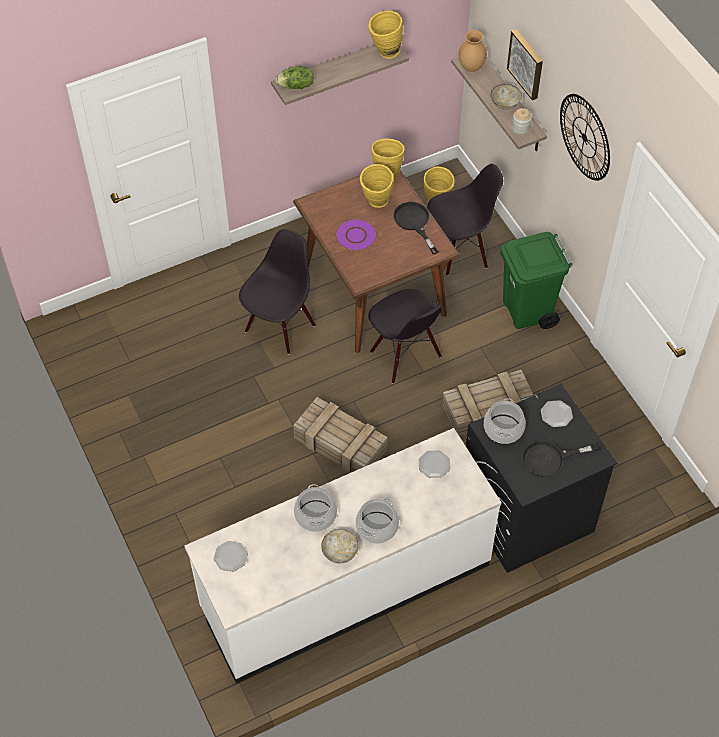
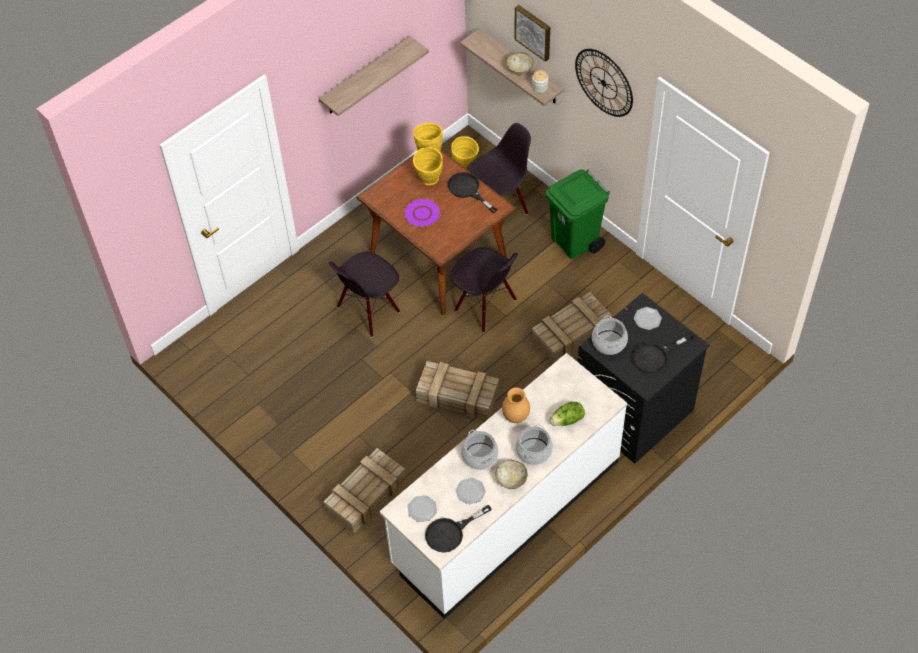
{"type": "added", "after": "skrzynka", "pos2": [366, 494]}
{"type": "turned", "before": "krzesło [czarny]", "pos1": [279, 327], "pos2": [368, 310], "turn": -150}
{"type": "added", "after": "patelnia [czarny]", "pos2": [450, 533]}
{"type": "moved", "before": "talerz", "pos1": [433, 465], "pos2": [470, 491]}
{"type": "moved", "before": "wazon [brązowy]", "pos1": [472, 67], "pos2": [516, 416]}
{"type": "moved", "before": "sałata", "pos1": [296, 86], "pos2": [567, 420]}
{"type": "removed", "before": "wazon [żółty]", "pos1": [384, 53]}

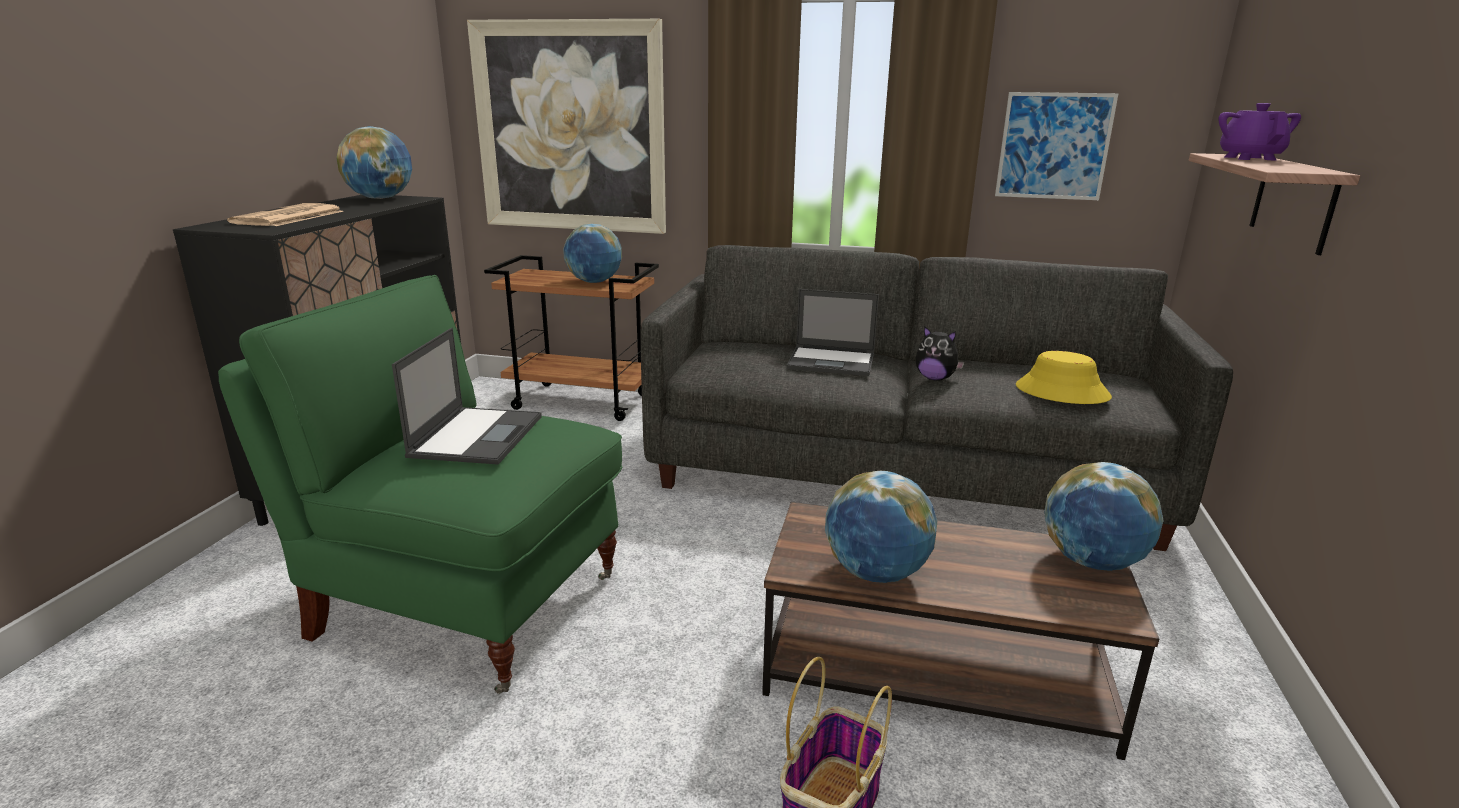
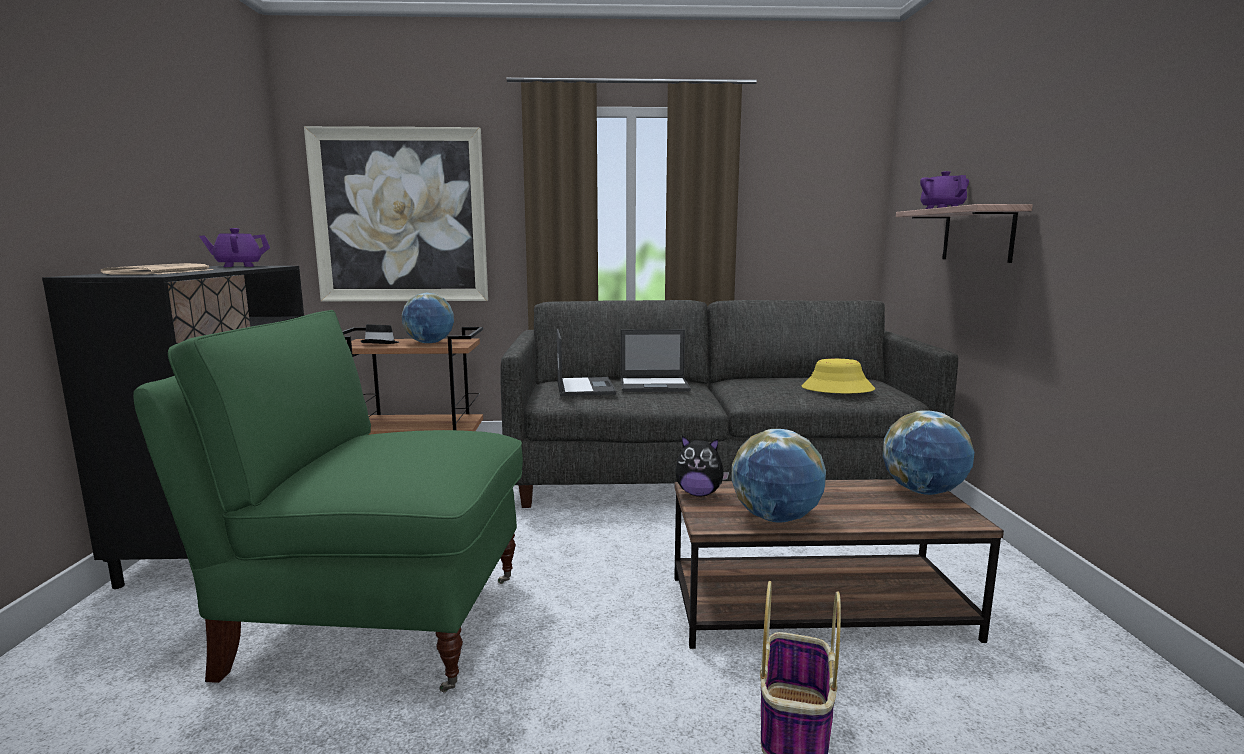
{"type": "replaced", "before": "globus", "after": "imbryk [fioletowy]", "pos1": [380, 198], "pos2": [238, 266]}
{"type": "added", "after": "kapelusz [czarny]", "pos2": [381, 343]}
{"type": "moved", "before": "laptop", "pos1": [477, 435], "pos2": [584, 387]}
{"type": "moved", "before": "pluszak", "pos1": [935, 378], "pos2": [699, 493]}
{"type": "removed", "before": "obraz", "pos1": [1054, 146]}

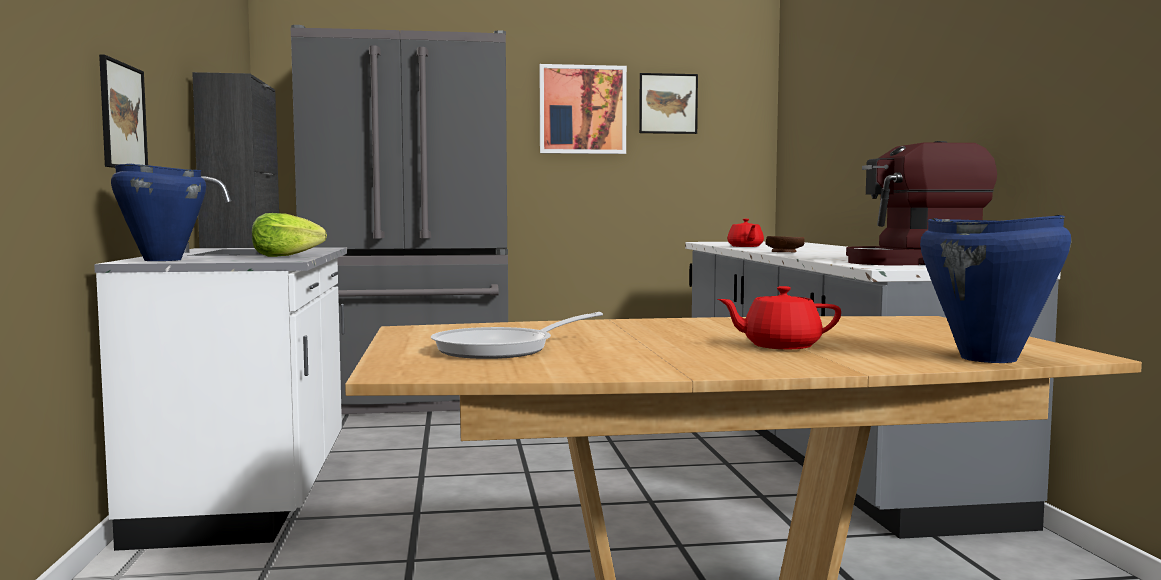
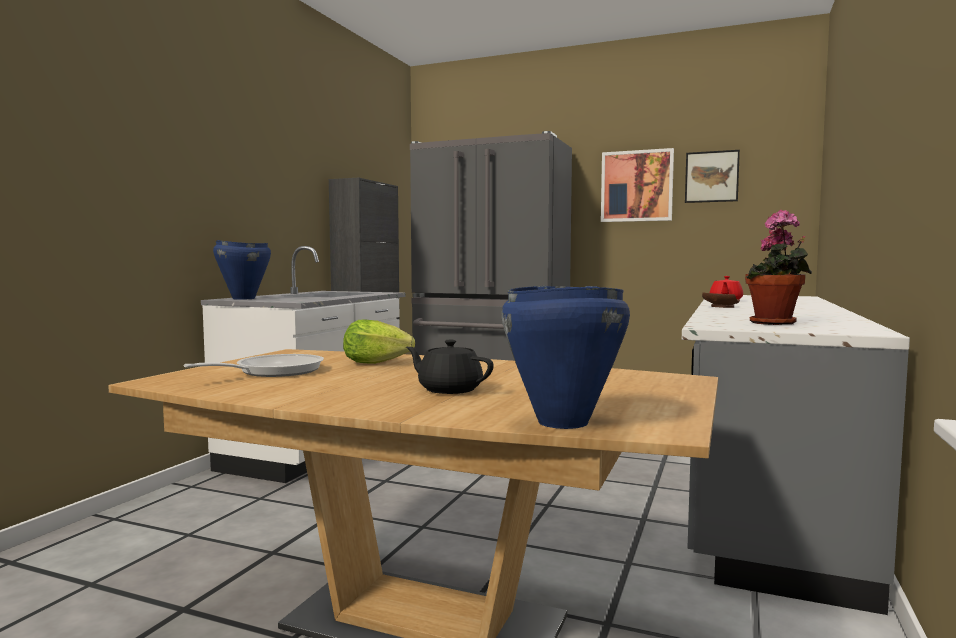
{"type": "turned", "before": "patelnia", "pos1": [503, 349], "pos2": [272, 372], "turn": 135}
{"type": "moved", "before": "sałata", "pos1": [285, 256], "pos2": [375, 363]}
{"type": "recoloured", "before": "imbryk [czerwony]", "after": "imbryk [czarny]", "pos1": [780, 346], "pos2": [449, 390]}
{"type": "replaced", "before": "ekspres do kawy", "after": "roślina doniczkowa", "pos1": [915, 262], "pos2": [775, 323]}
{"type": "removed", "before": "obraz", "pos1": [122, 116]}

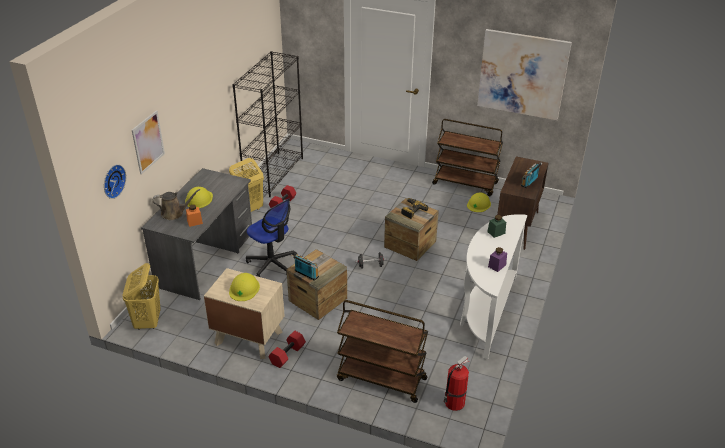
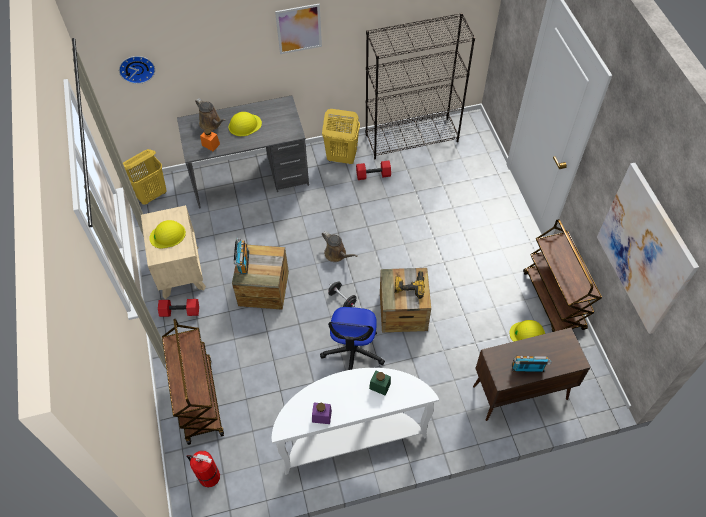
{"type": "moved", "before": "obraz", "pos1": [148, 142], "pos2": [299, 29]}
{"type": "moved", "before": "krzesło biurowe", "pos1": [272, 264], "pos2": [353, 352]}
{"type": "added", "after": "konewka [brązowy]", "pos2": [337, 254]}

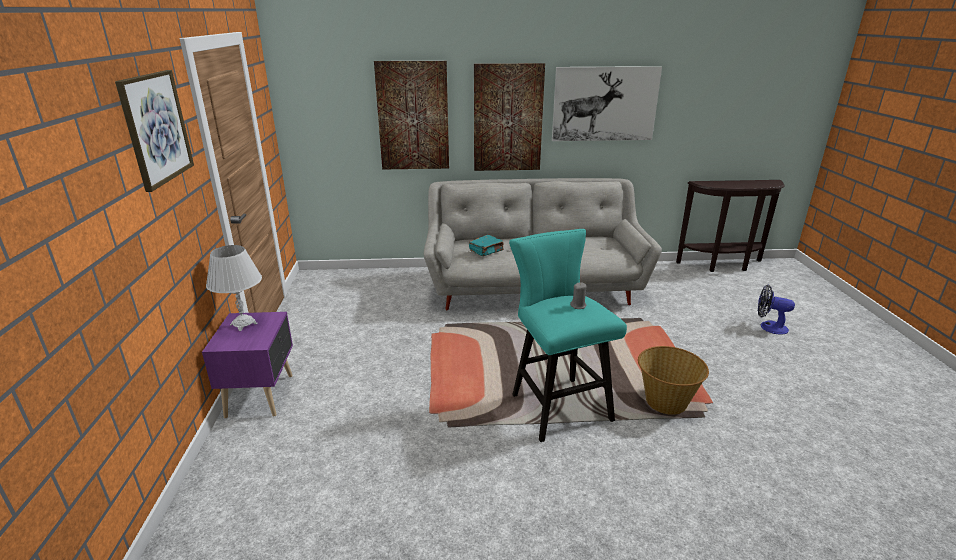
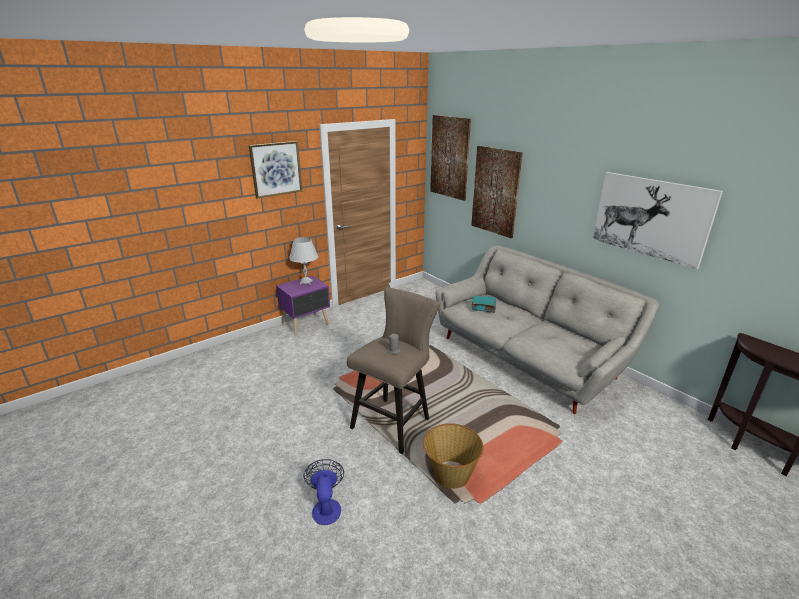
{"type": "moved", "before": "wentylator", "pos1": [768, 327], "pos2": [326, 506]}
{"type": "recoloured", "before": "stołek [turkusowy]", "after": "stołek [beżowy]", "pos1": [556, 404], "pos2": [394, 421]}
{"type": "moved", "before": "obraz", "pos1": [508, 118], "pos2": [450, 157]}

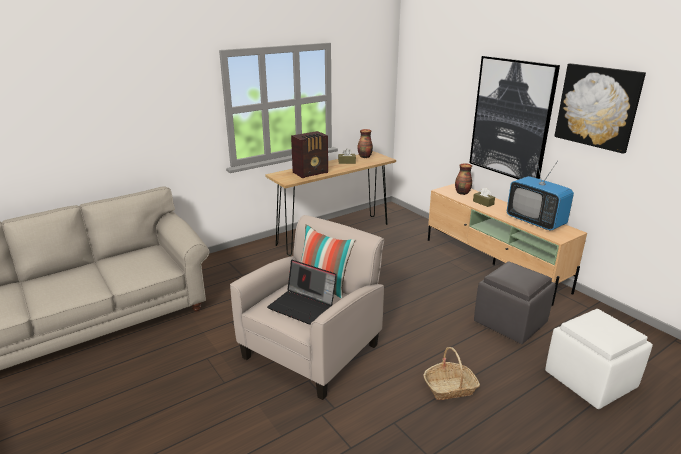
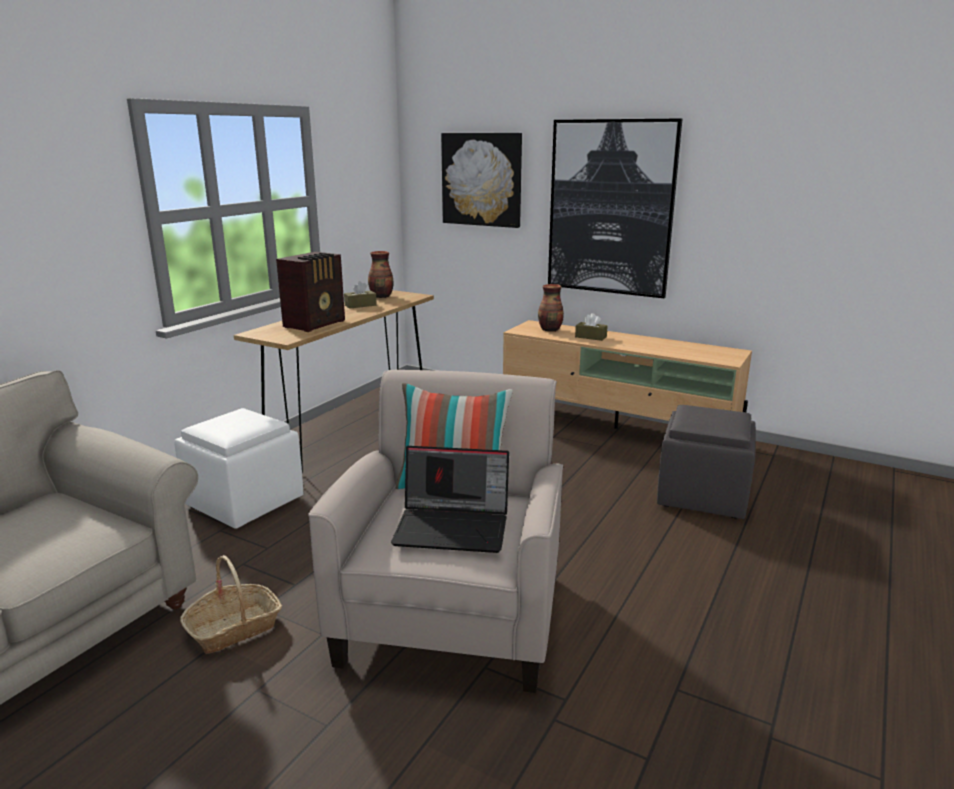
{"type": "moved", "before": "pufa [biały]", "pos1": [590, 379], "pos2": [245, 501]}
{"type": "moved", "before": "koszyk", "pos1": [450, 388], "pos2": [234, 628]}
{"type": "moved", "before": "obraz", "pos1": [597, 107], "pos2": [482, 179]}
{"type": "removed", "before": "telewizor", "pos1": [535, 222]}

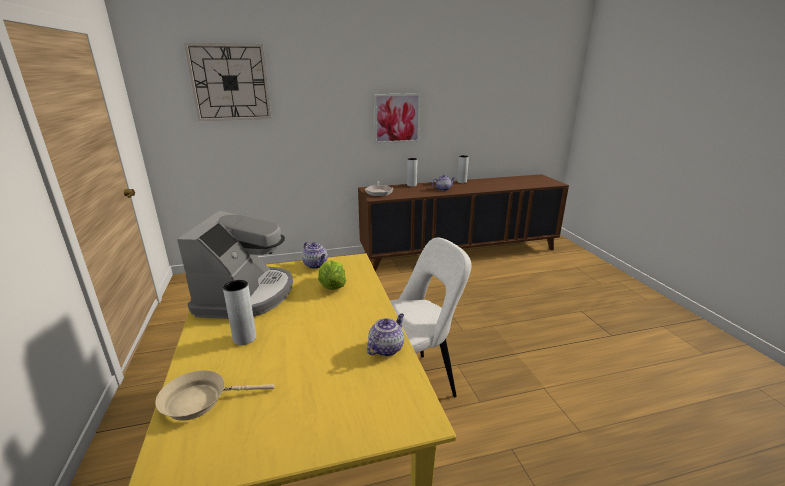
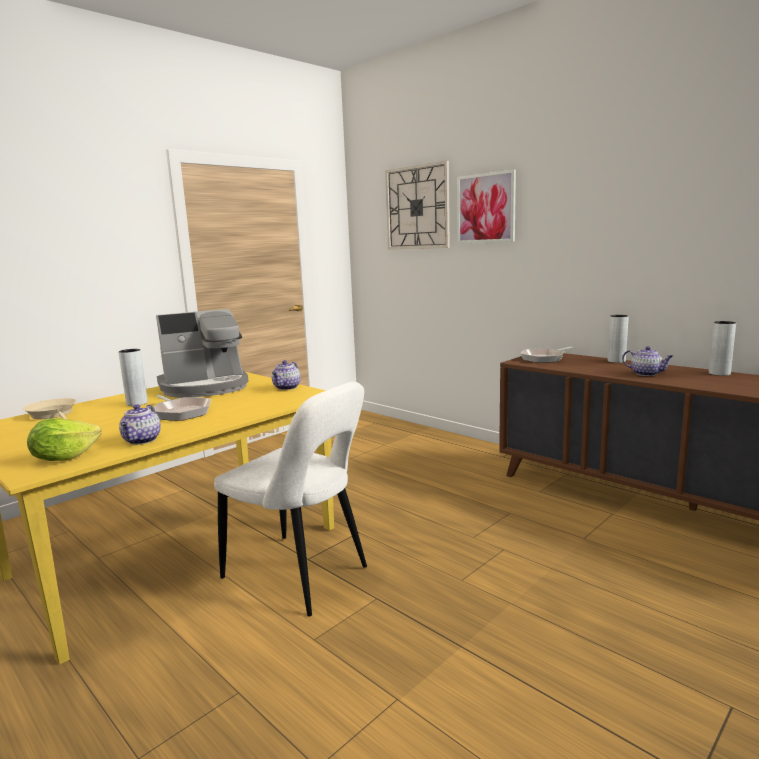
{"type": "moved", "before": "sałata", "pos1": [332, 286], "pos2": [64, 458]}
{"type": "turned", "before": "imbryk", "pos1": [386, 348], "pos2": [142, 440], "turn": 90}
{"type": "added", "after": "patelnia", "pos2": [181, 412]}
{"type": "moved", "before": "obraz", "pos1": [397, 118], "pos2": [486, 208]}

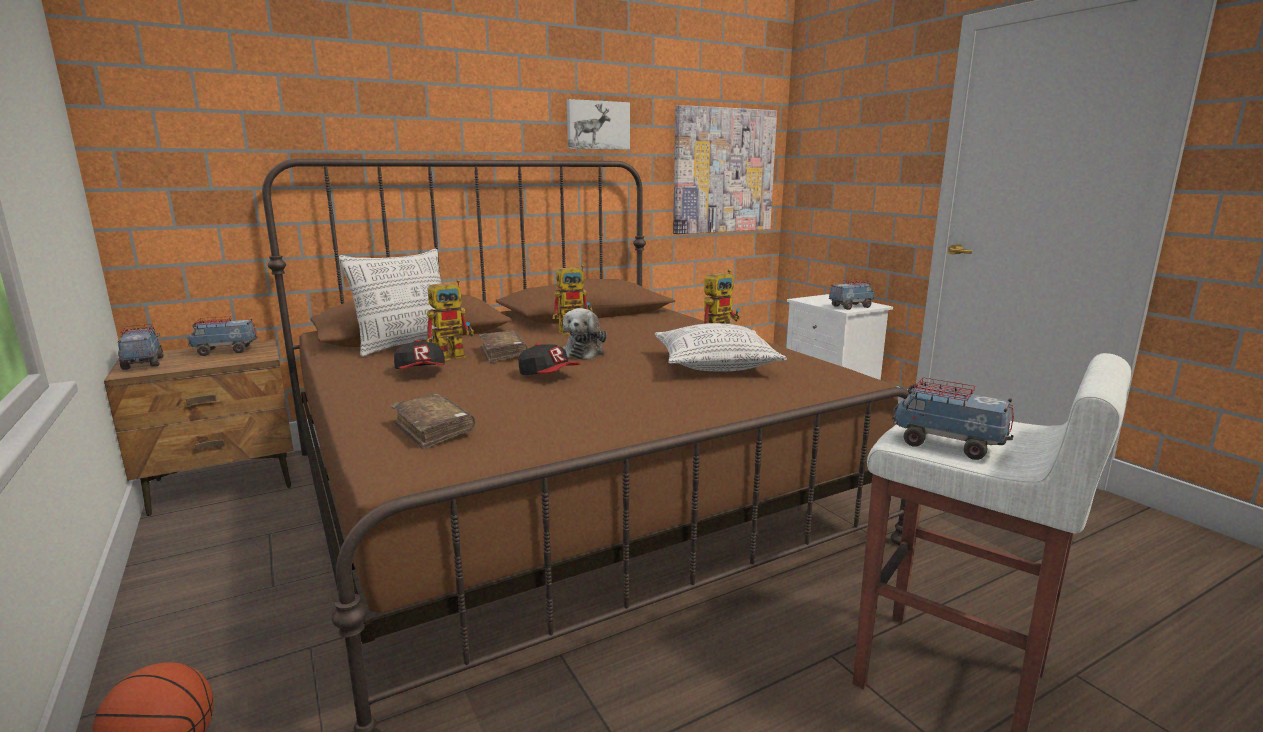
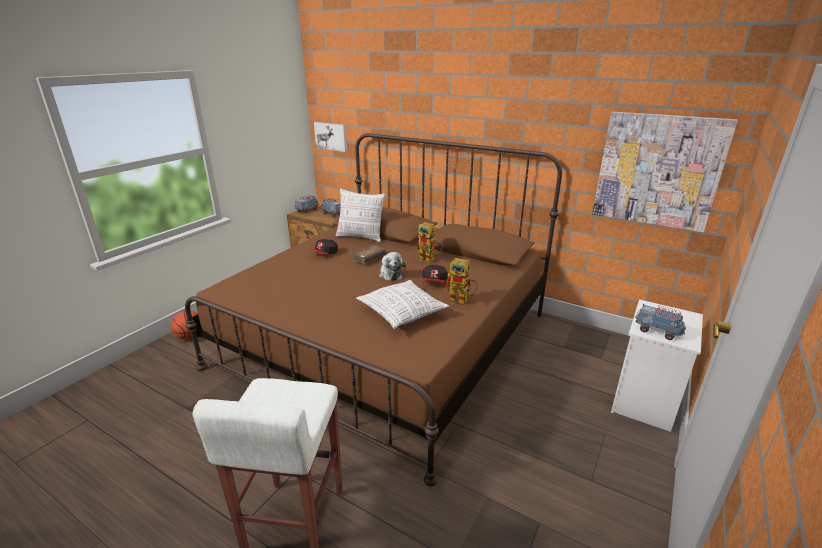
{"type": "moved", "before": "obraz", "pos1": [597, 125], "pos2": [331, 136]}
{"type": "turned", "before": "pluszak", "pos1": [584, 352], "pos2": [390, 274], "turn": -90}
{"type": "moved", "before": "czapka z daszkiem", "pos1": [548, 376], "pos2": [434, 282]}
{"type": "removed", "before": "książka [brązowy]", "pos1": [433, 430]}
{"type": "removed", "before": "robot zabawkowy", "pos1": [455, 355]}
{"type": "removed", "before": "ciężarówka zabawkowa", "pos1": [947, 445]}

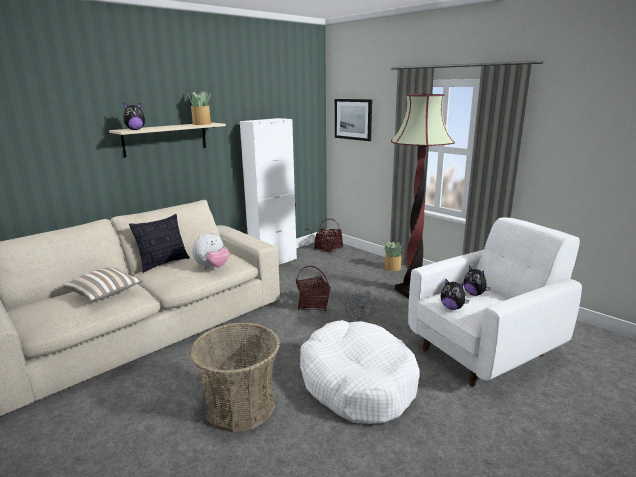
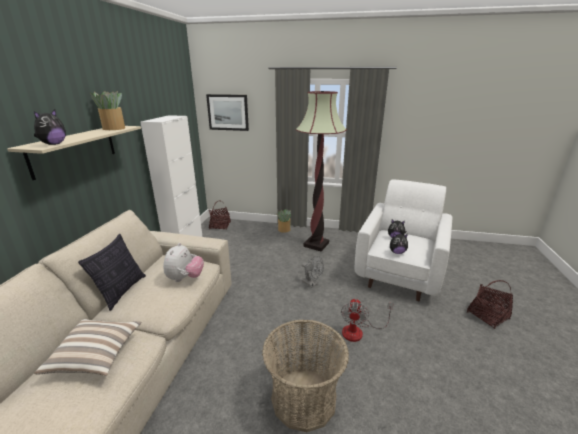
{"type": "replaced", "before": "legowisko [biały]", "after": "wentylator", "pos1": [357, 382], "pos2": [358, 331]}
{"type": "moved", "before": "koszyk", "pos1": [313, 304], "pos2": [488, 315]}

